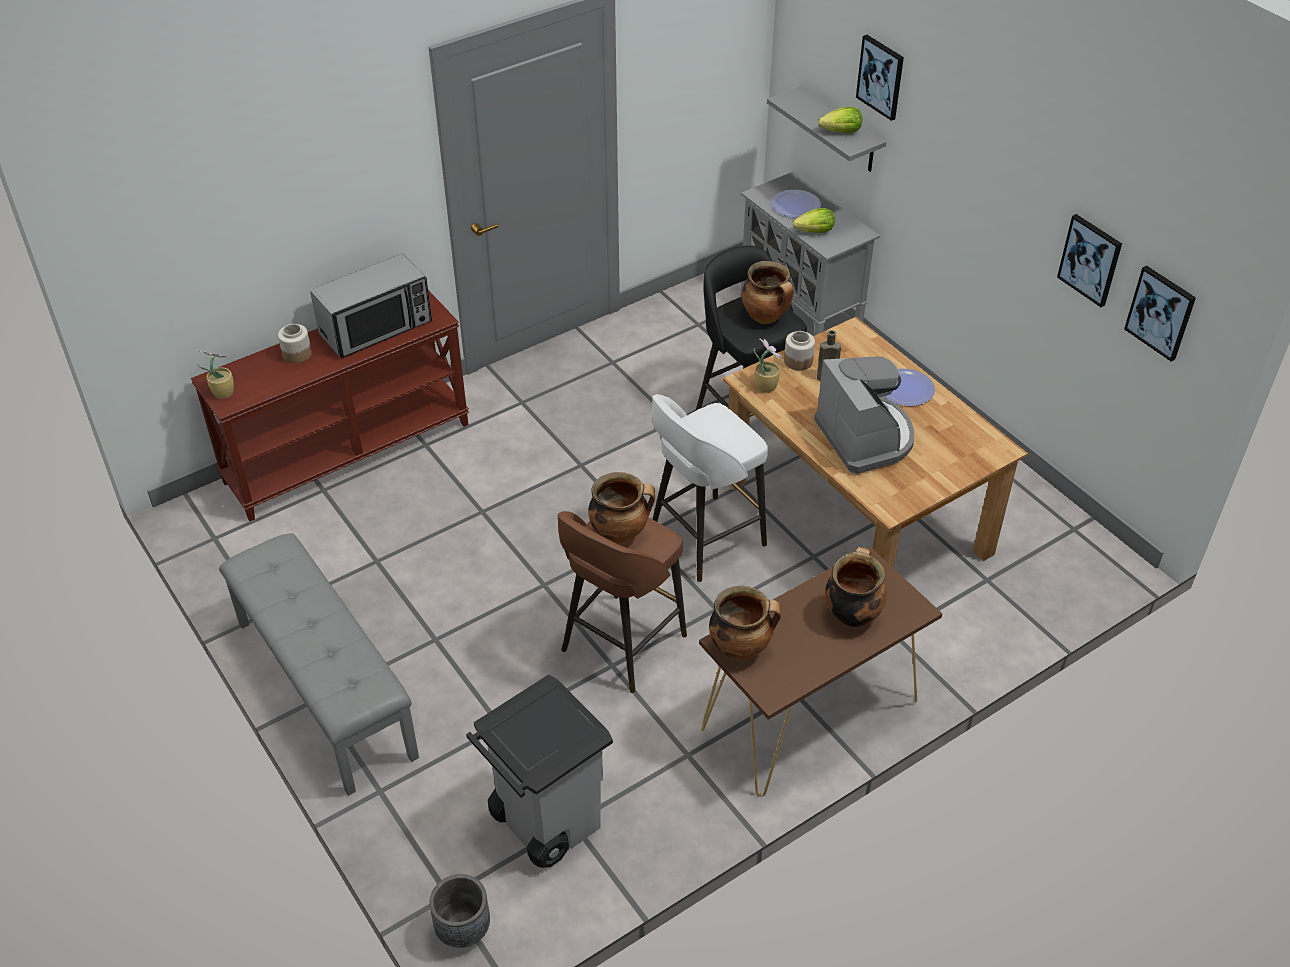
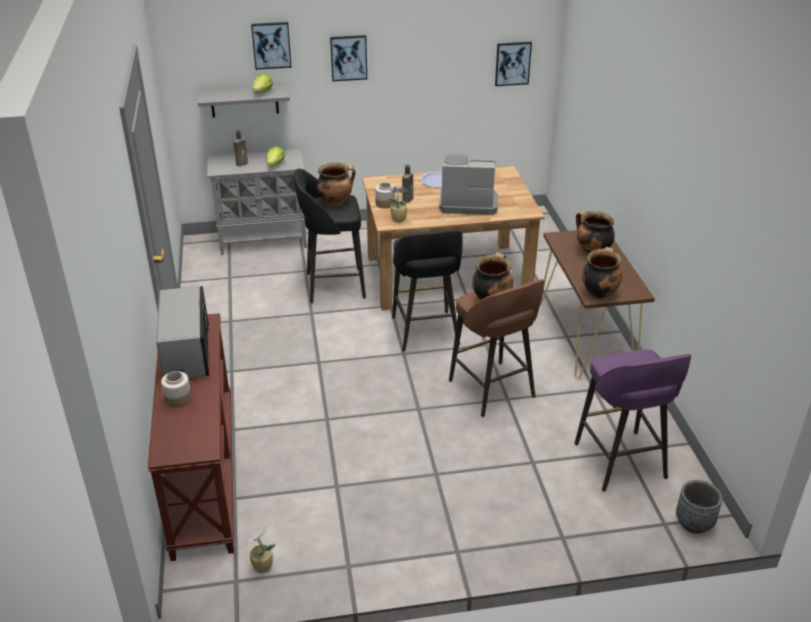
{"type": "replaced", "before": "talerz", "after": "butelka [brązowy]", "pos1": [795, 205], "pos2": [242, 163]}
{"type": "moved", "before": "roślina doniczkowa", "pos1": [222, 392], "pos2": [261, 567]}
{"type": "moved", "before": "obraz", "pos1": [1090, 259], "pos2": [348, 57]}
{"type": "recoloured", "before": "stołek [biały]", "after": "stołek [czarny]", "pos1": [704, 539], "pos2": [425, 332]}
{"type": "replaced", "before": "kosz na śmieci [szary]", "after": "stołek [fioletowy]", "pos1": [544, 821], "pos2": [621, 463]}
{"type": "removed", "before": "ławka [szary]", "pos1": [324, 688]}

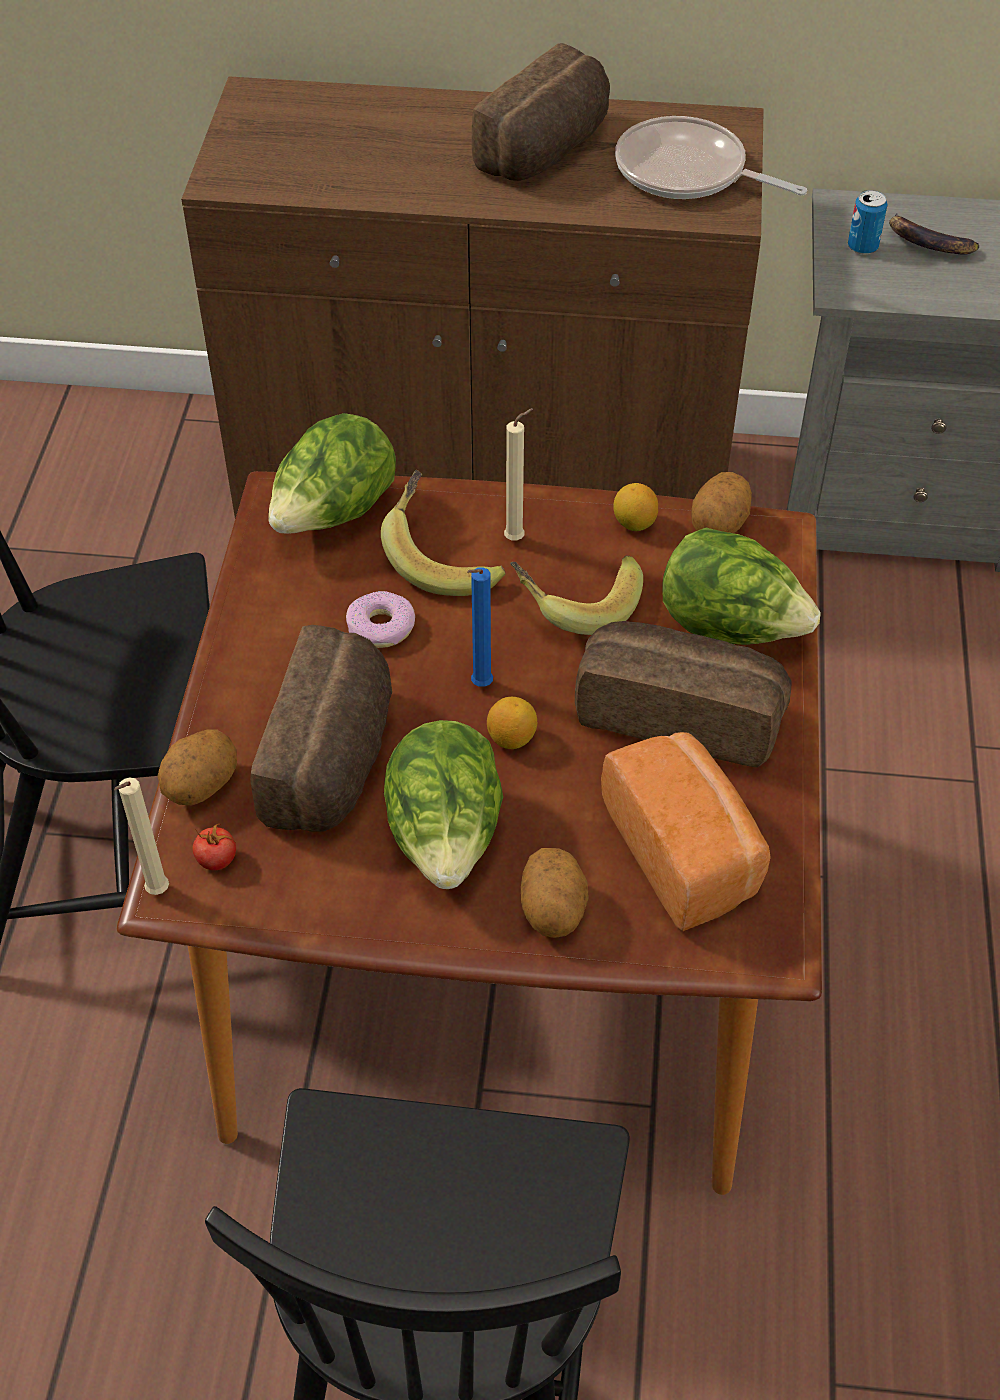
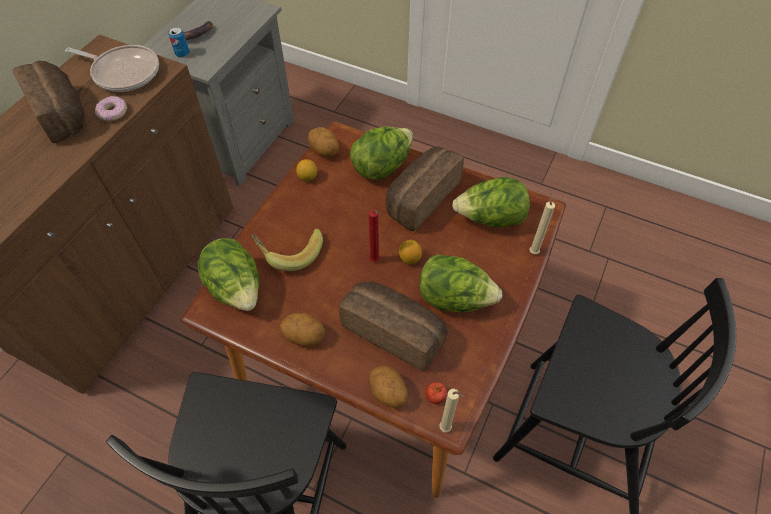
{"type": "turned", "before": "patelnia", "pos1": [687, 173], "pos2": [123, 72], "turn": -120}
{"type": "moved", "before": "donut", "pos1": [381, 627], "pos2": [113, 112]}
{"type": "moved", "before": "ziemniak", "pos1": [553, 910], "pos2": [304, 336]}
{"type": "recoloured", "before": "świeca [niebieski]", "after": "świeca [czerwony]", "pos1": [479, 686], "pos2": [375, 261]}
{"type": "replaced", "before": "chleb", "after": "sałata", "pos1": [685, 851], "pos2": [490, 219]}
{"type": "moved", "before": "świeca [beżowy]", "pos1": [517, 538], "pos2": [533, 251]}
{"type": "removed", "before": "banan", "pos1": [576, 603]}

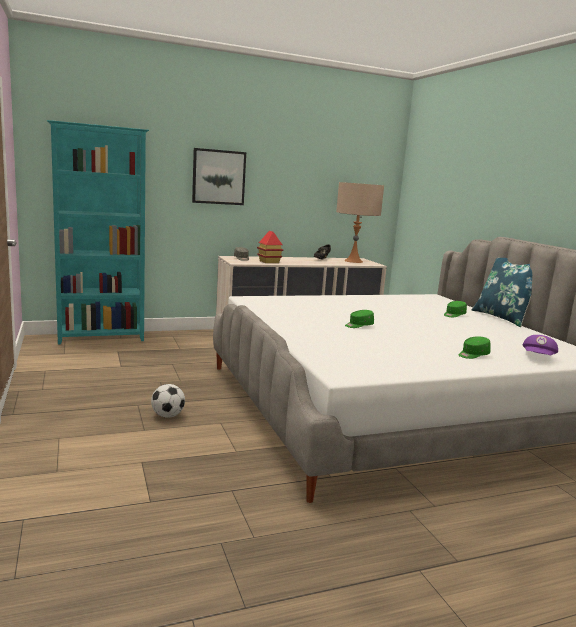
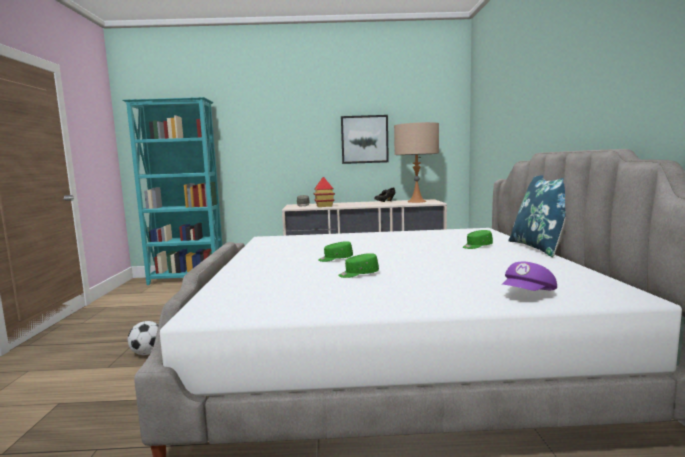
{"type": "moved", "before": "czapka z daszkiem [zielony]", "pos1": [473, 355], "pos2": [358, 274]}
{"type": "moved", "before": "obraz", "pos1": [218, 177], "pos2": [364, 139]}

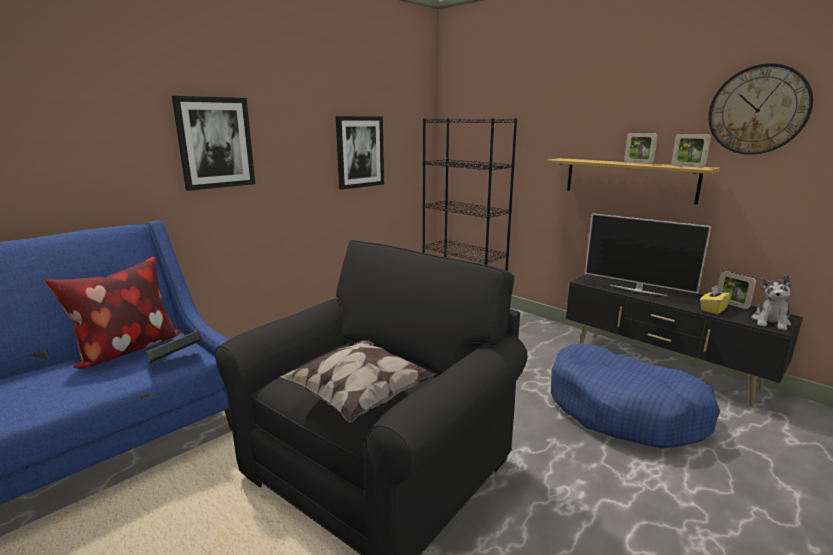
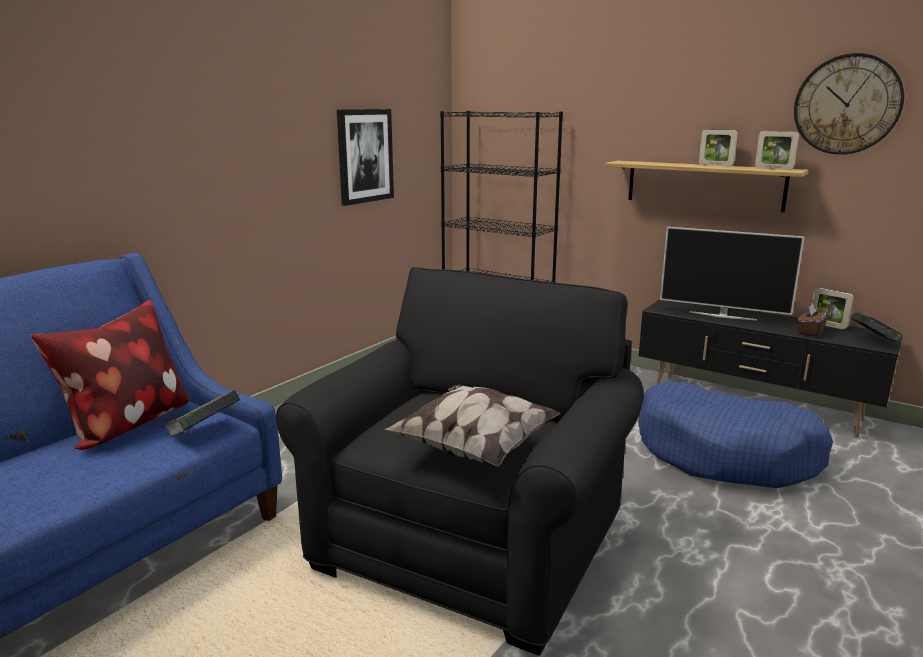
{"type": "recoloured", "before": "pudełko chusteczek [żółty]", "after": "pudełko chusteczek [brązowy]", "pos1": [713, 309], "pos2": [810, 332]}
{"type": "replaced", "before": "pluszak", "after": "książka", "pos1": [770, 322], "pos2": [872, 341]}
{"type": "removed", "before": "obraz", "pos1": [215, 143]}

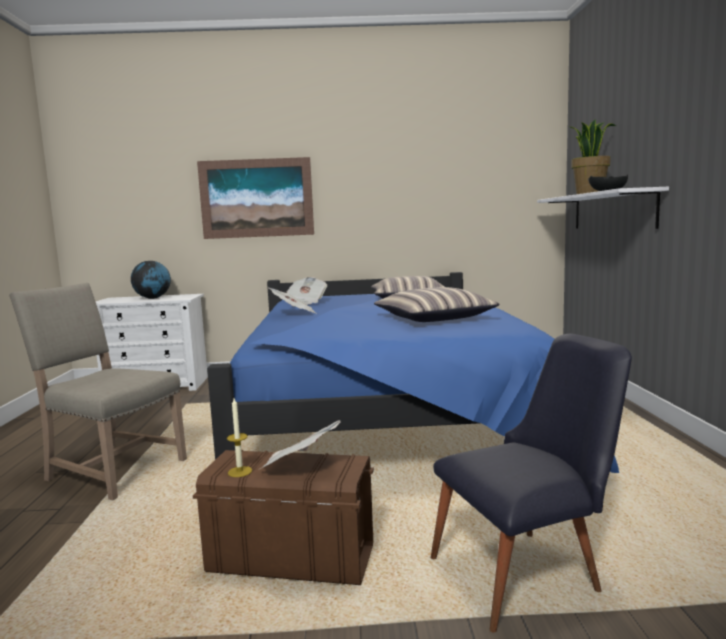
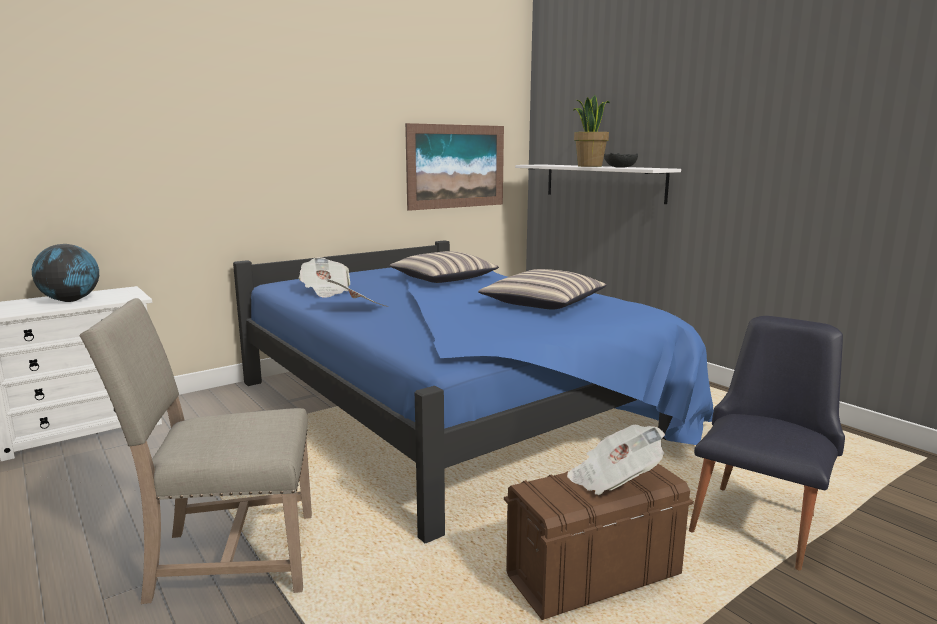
{"type": "moved", "before": "obraz", "pos1": [256, 198], "pos2": [456, 166]}
{"type": "removed", "before": "świeca", "pos1": [240, 471]}

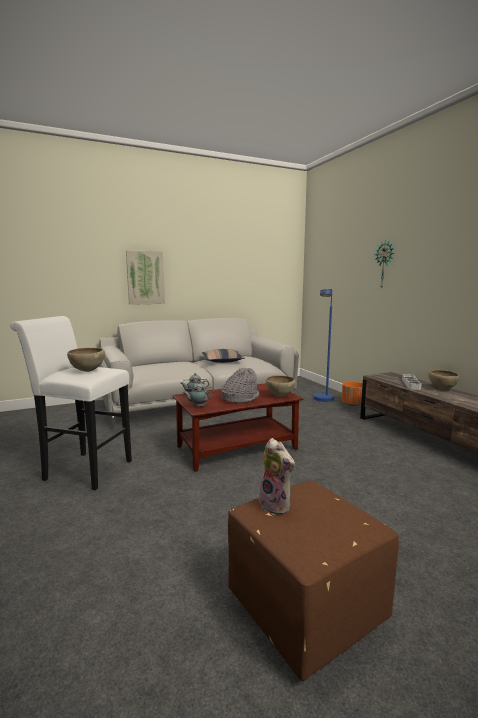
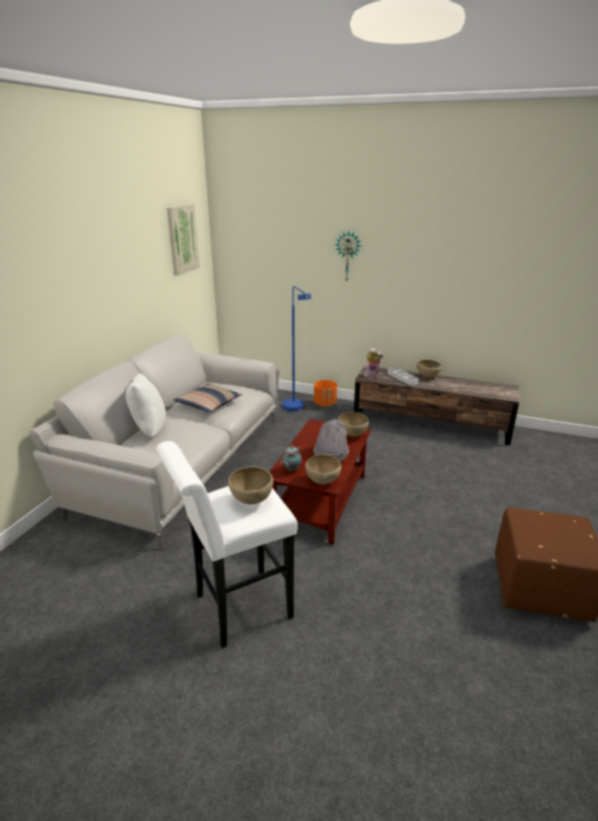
{"type": "added", "after": "poduszka [biały]", "pos2": [148, 430]}
{"type": "moved", "before": "obraz", "pos1": [145, 277], "pos2": [182, 239]}
{"type": "replaced", "before": "imbryk", "after": "miska [brązowy]", "pos1": [198, 407], "pos2": [322, 481]}
{"type": "moved", "before": "pluszak", "pos1": [277, 505], "pos2": [372, 376]}

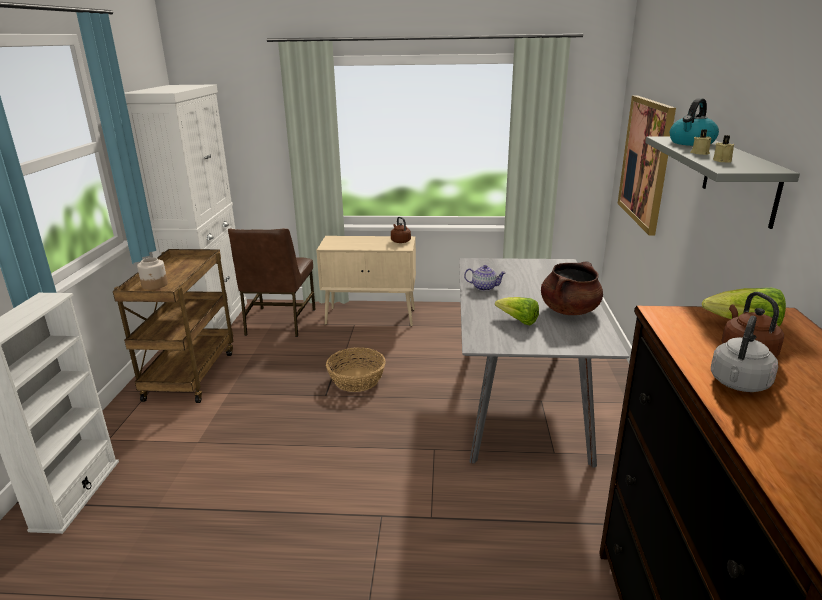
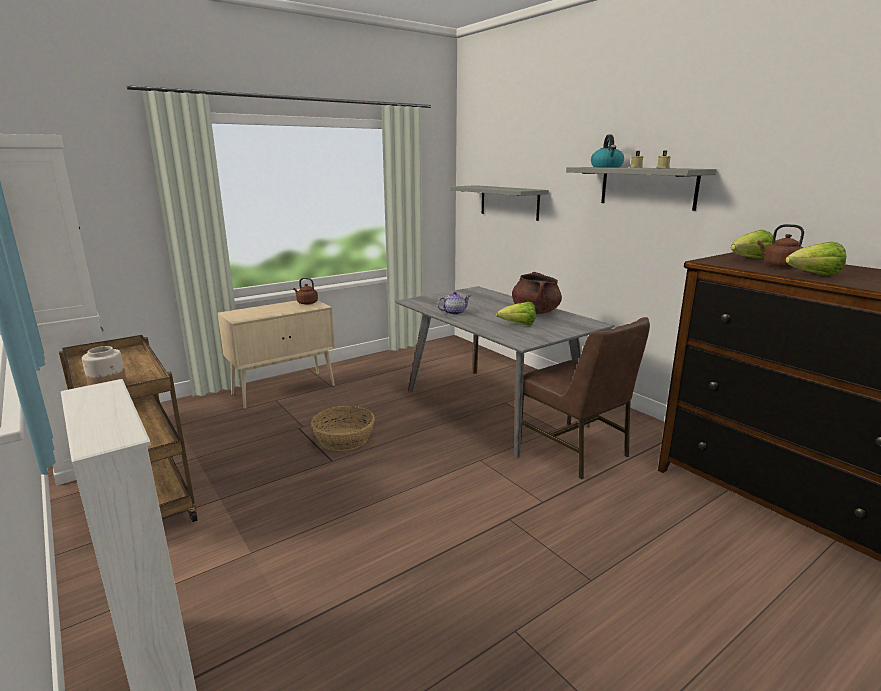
{"type": "replaced", "before": "obraz", "after": "półka [szary]", "pos1": [645, 162], "pos2": [509, 202]}
{"type": "moved", "before": "krzesło [brązowy]", "pos1": [279, 322], "pos2": [574, 450]}
{"type": "replaced", "before": "czajnik [szary]", "after": "sałata", "pos1": [738, 384], "pos2": [813, 275]}

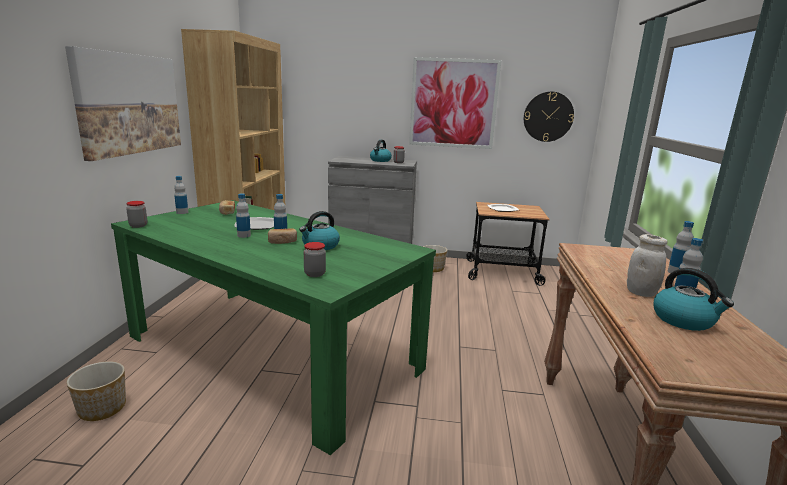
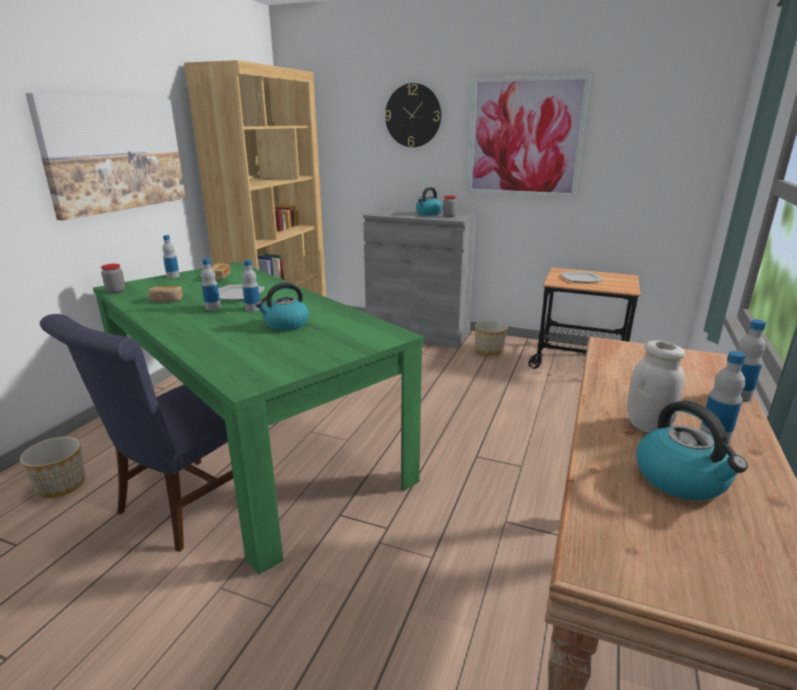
{"type": "added", "after": "krzesło [niebieski]", "pos2": [183, 506]}
{"type": "moved", "before": "chleb", "pos1": [282, 241], "pos2": [166, 300]}
{"type": "moved", "before": "zegar ścienny", "pos1": [548, 116], "pos2": [413, 115]}
{"type": "removed", "before": "słoik", "pos1": [314, 274]}

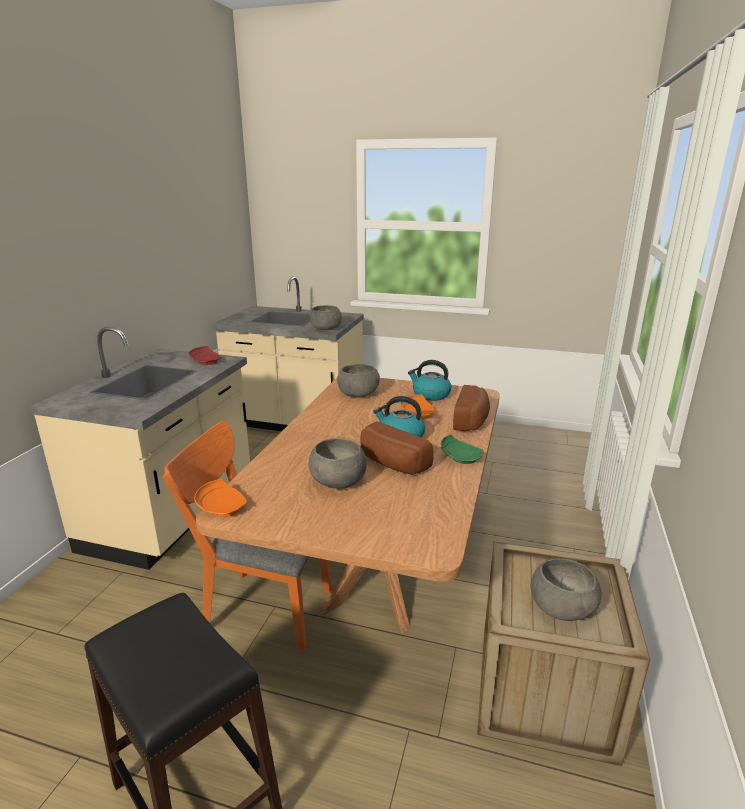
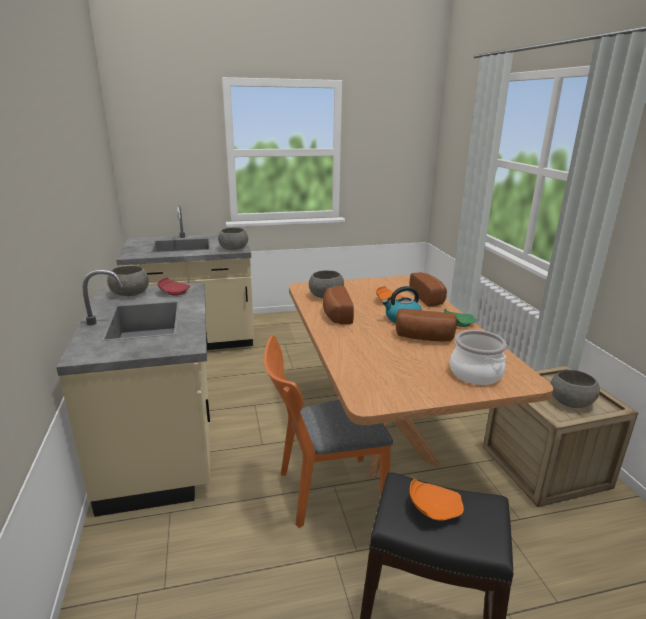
{"type": "moved", "before": "miska [szary]", "pos1": [338, 481], "pos2": [130, 293]}
{"type": "added", "after": "chleb", "pos2": [335, 315]}
{"type": "moved", "before": "talerz [pomarańczowy]", "pos1": [223, 507], "pos2": [433, 508]}
{"type": "added", "after": "garnek", "pos2": [475, 373]}
{"type": "removed", "before": "czajnik", "pos1": [430, 395]}

